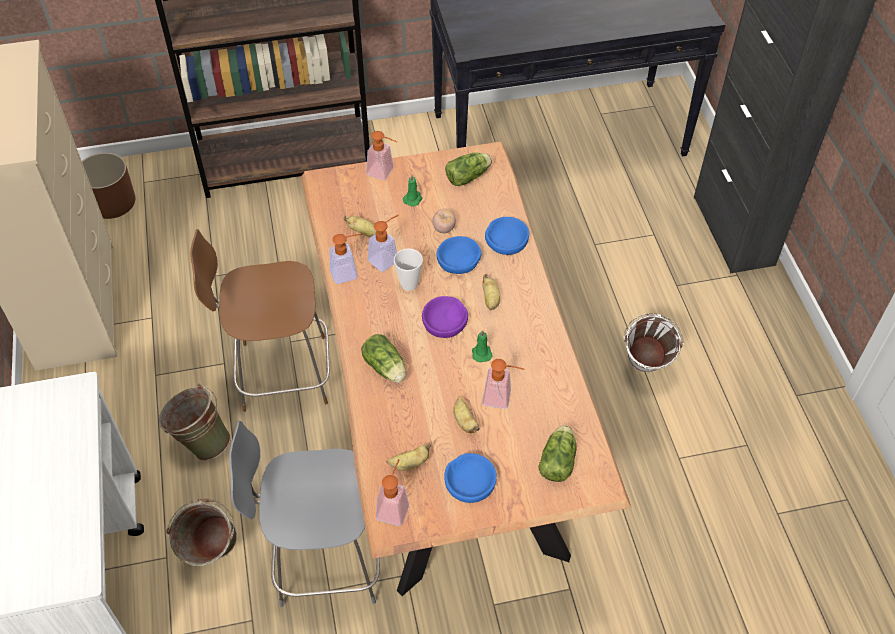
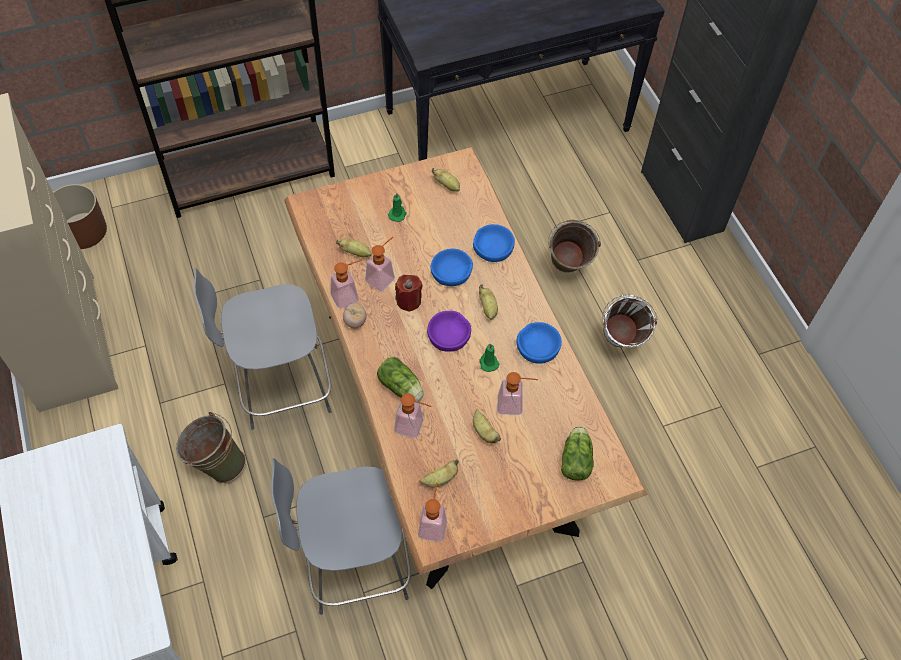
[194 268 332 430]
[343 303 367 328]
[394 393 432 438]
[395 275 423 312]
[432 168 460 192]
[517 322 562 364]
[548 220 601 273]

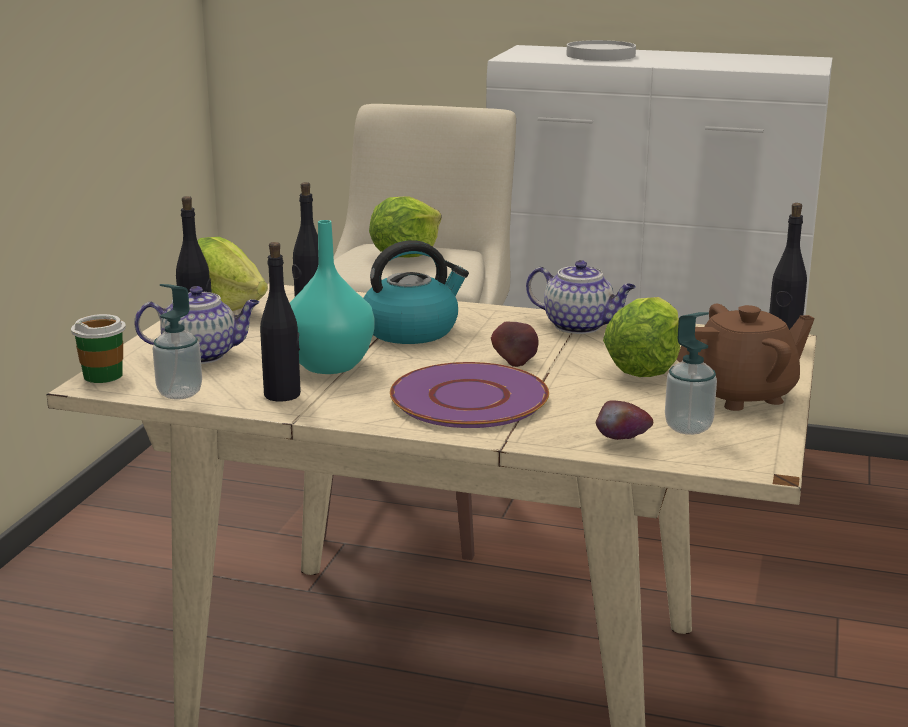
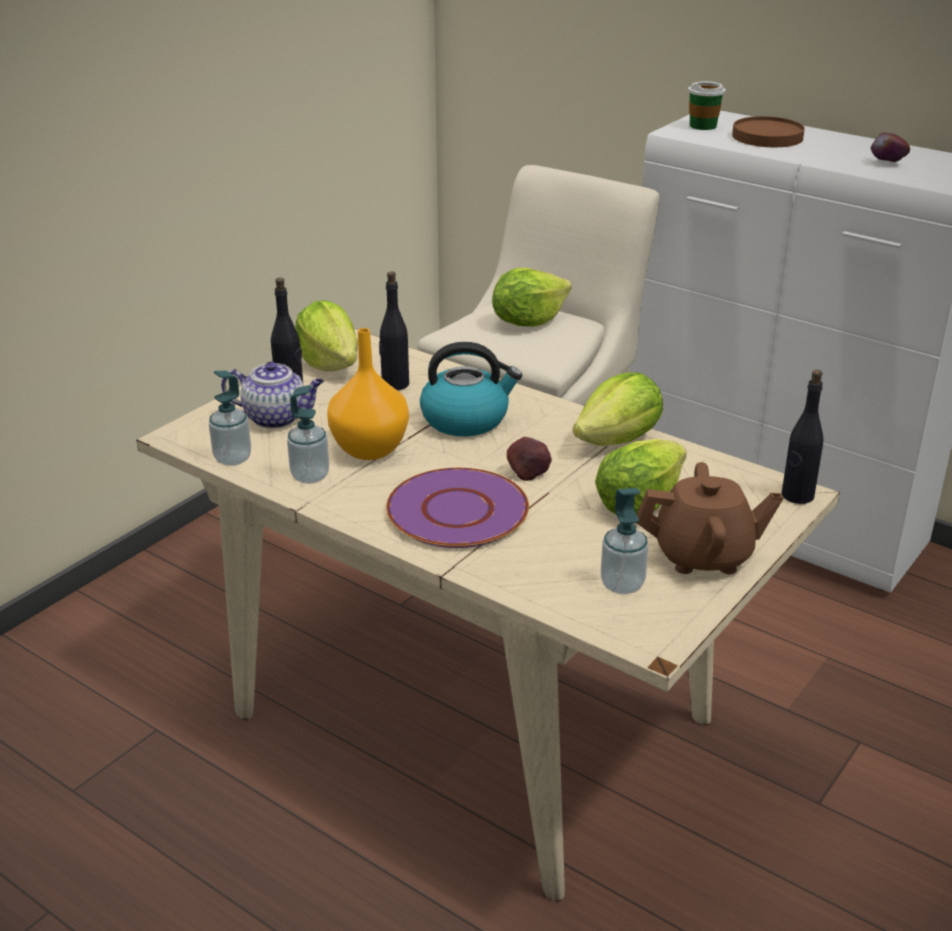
[287 385 329 484]
[327 328 409 460]
[573 373 663 446]
[688 81 726 130]
[732 116 805 147]
[871 133 910 162]

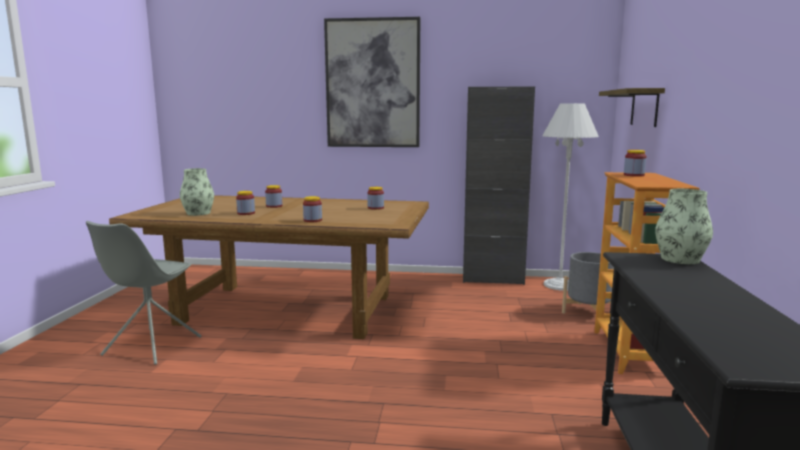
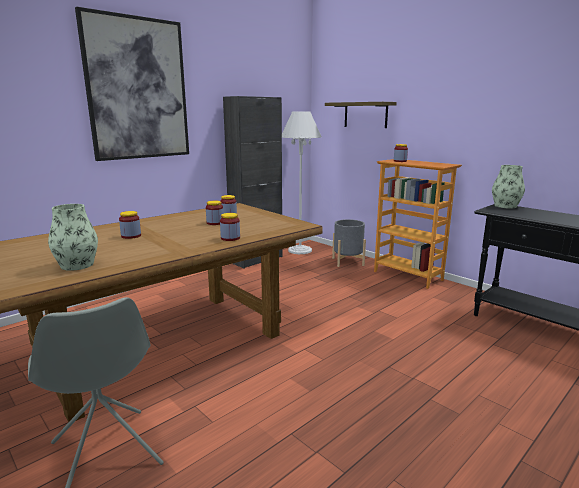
[206 200 223 225]

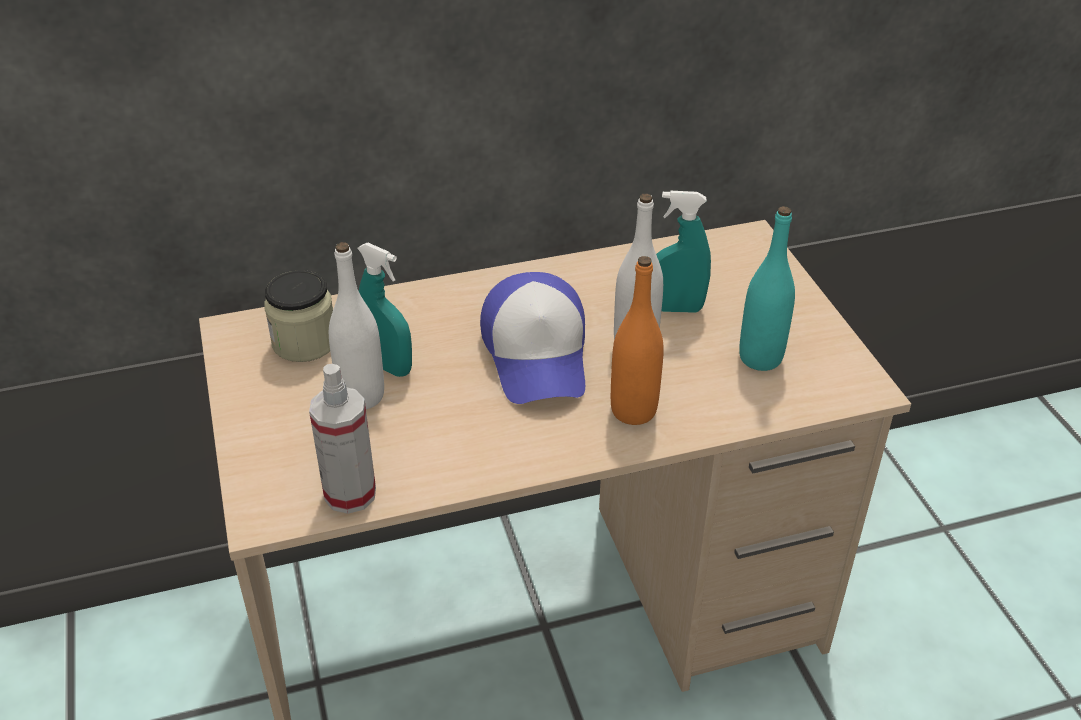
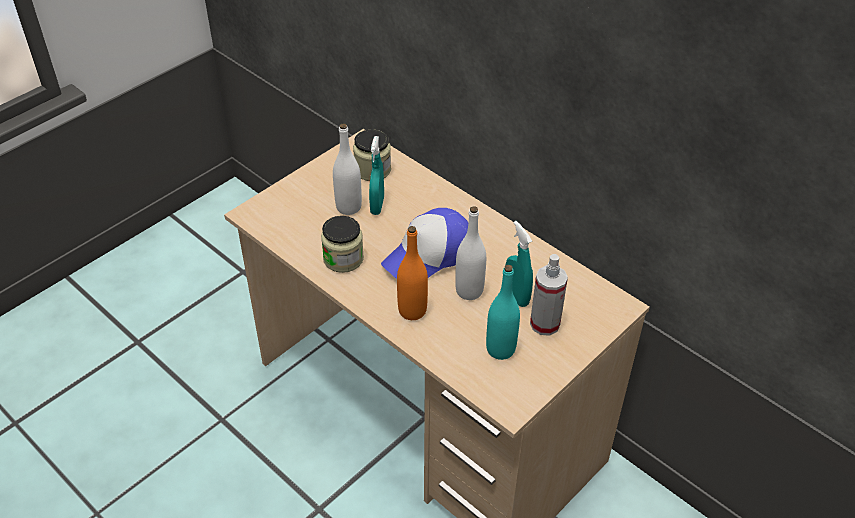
[321 216 364 273]
[530 254 568 336]

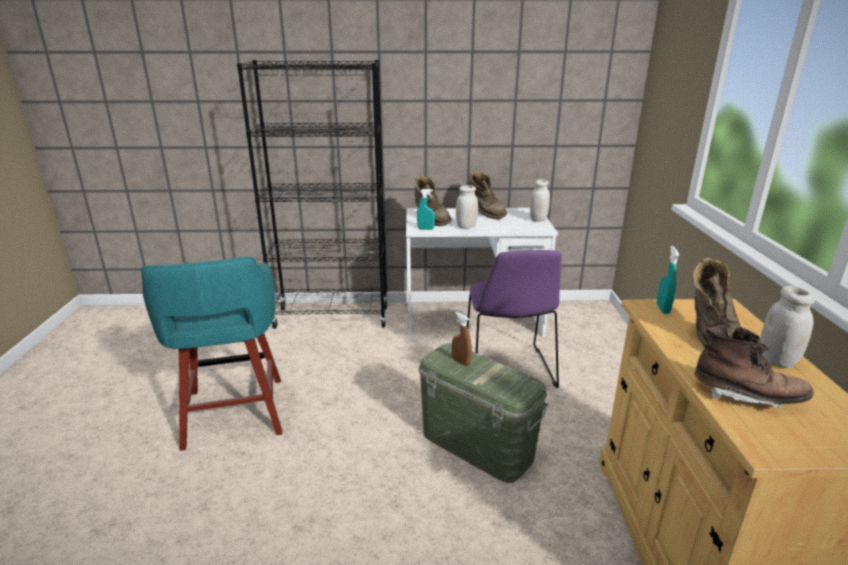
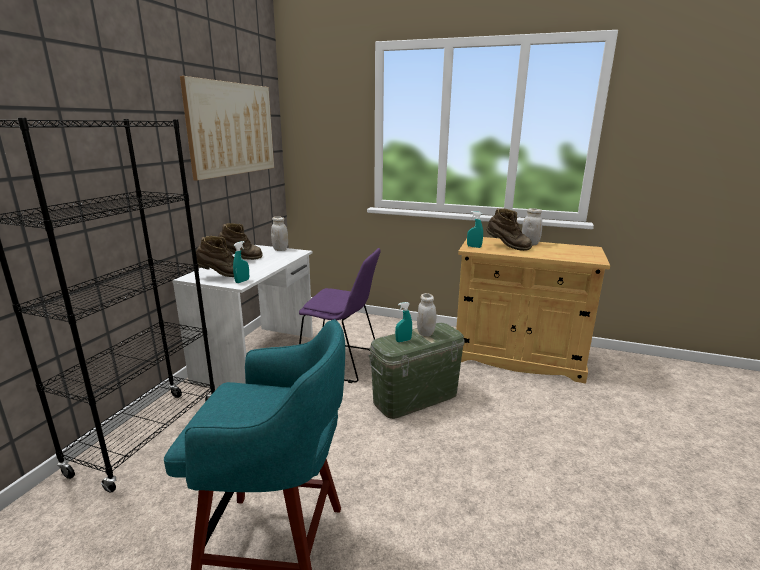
[180 76 274 181]
[395 302 412 342]
[417 293 436 336]
[694 325 814 409] (first image)

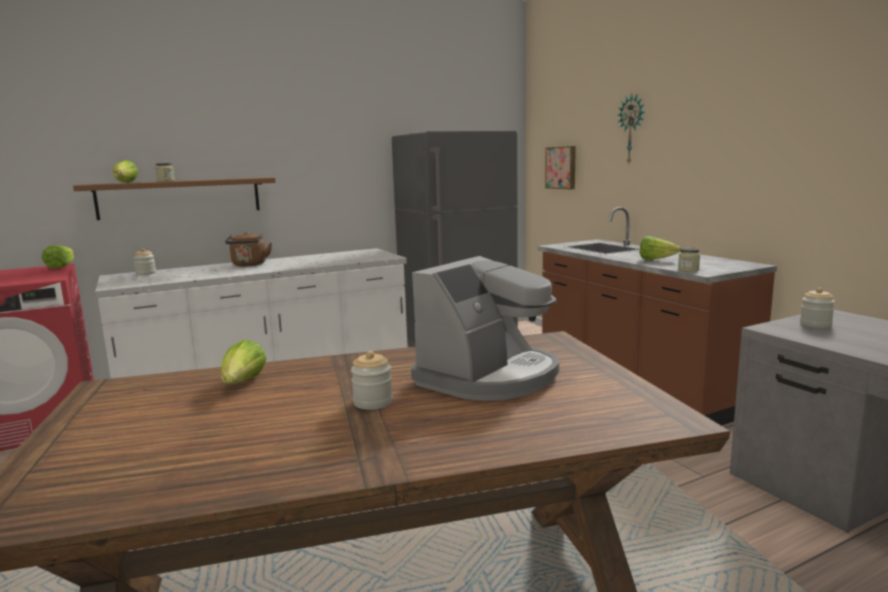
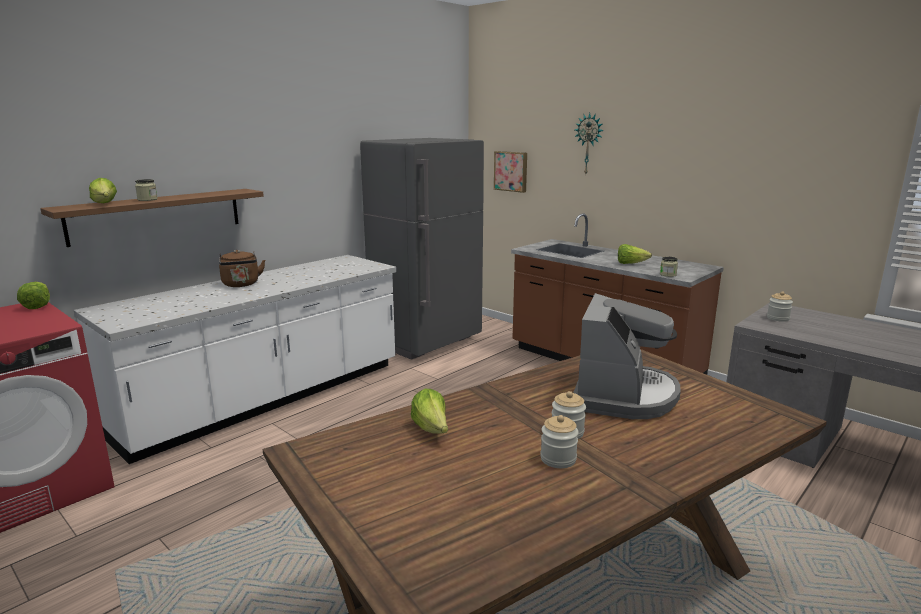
[540 415 579 468]

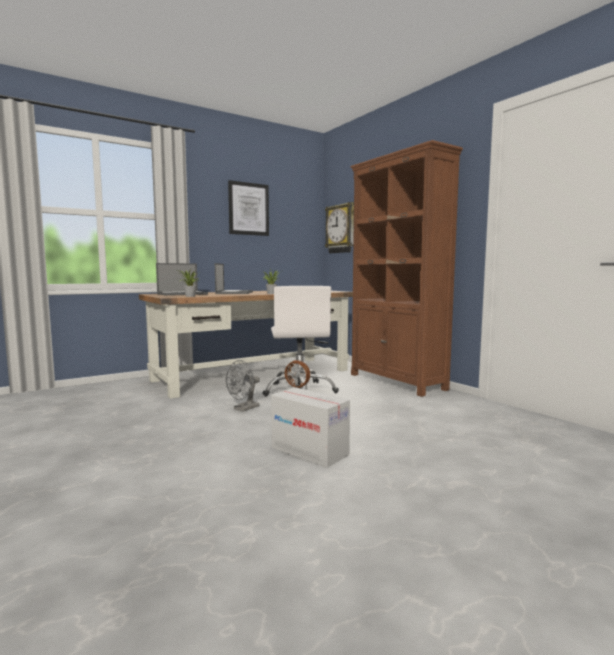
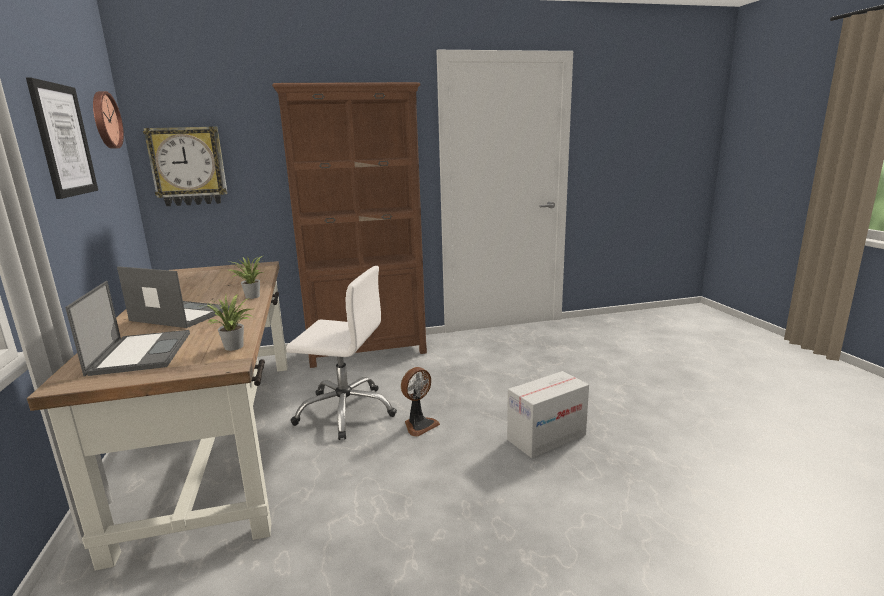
[93 91 124 149]
[226 360 260 412] (first image)

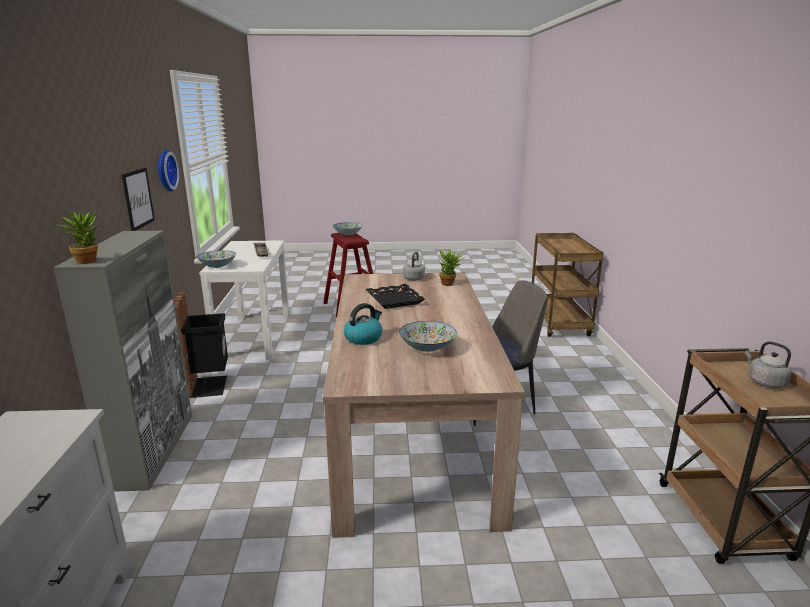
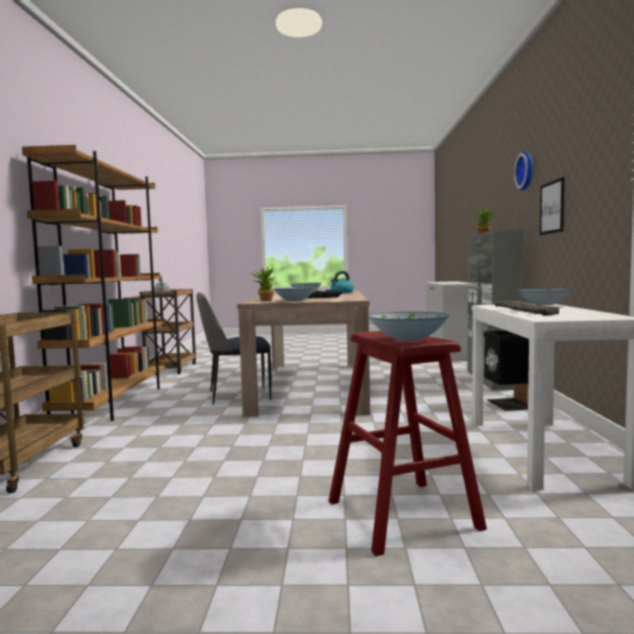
[22 145 165 421]
[274 287 316 302]
[514 151 534 190]

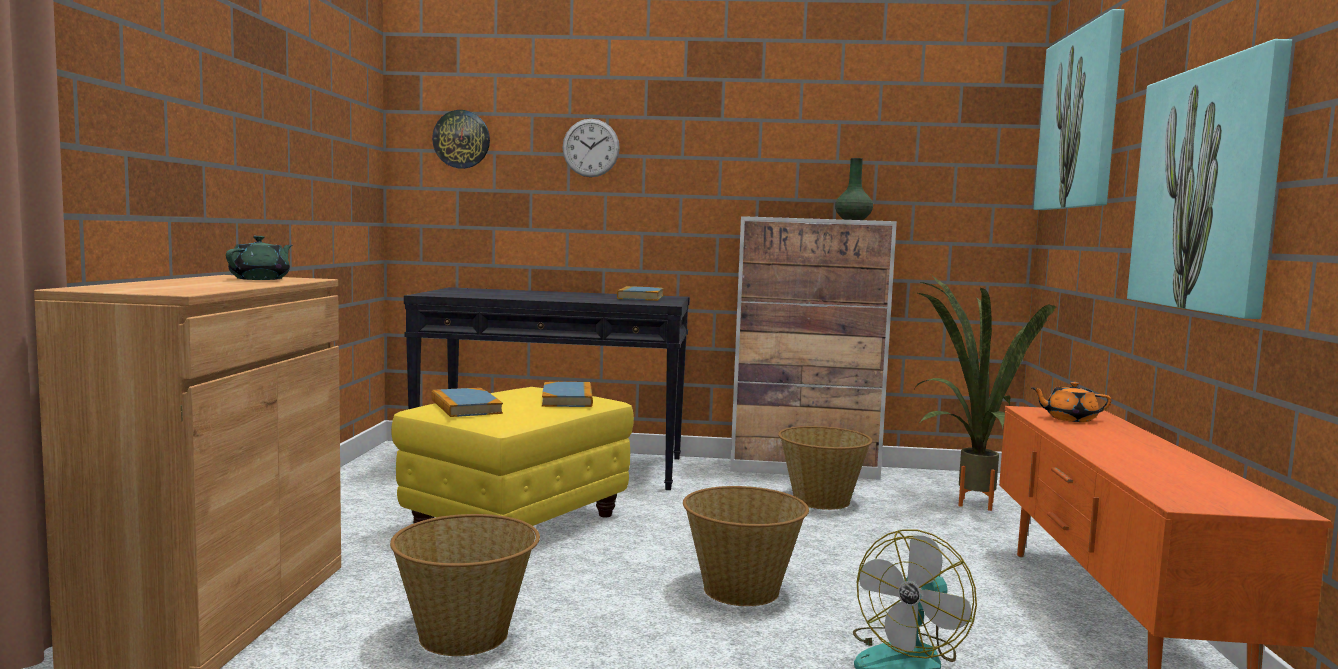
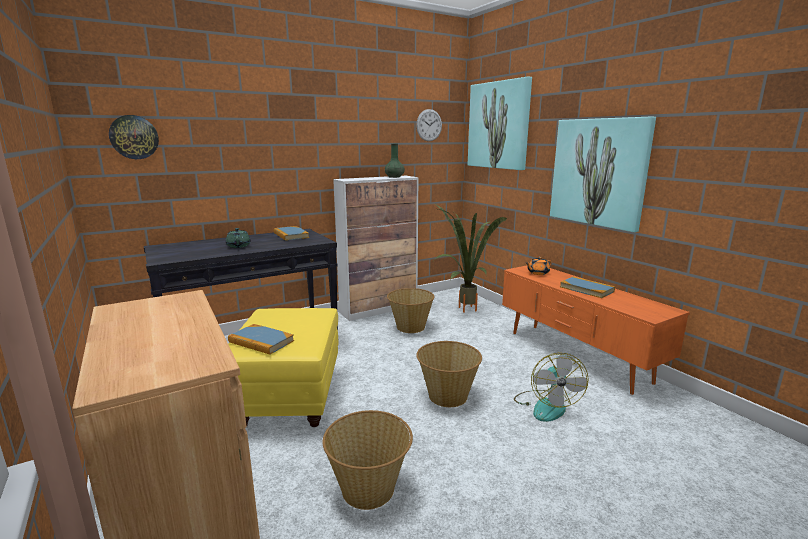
[226 228 251 248]
[416 109 442 141]
[560 276 615 298]

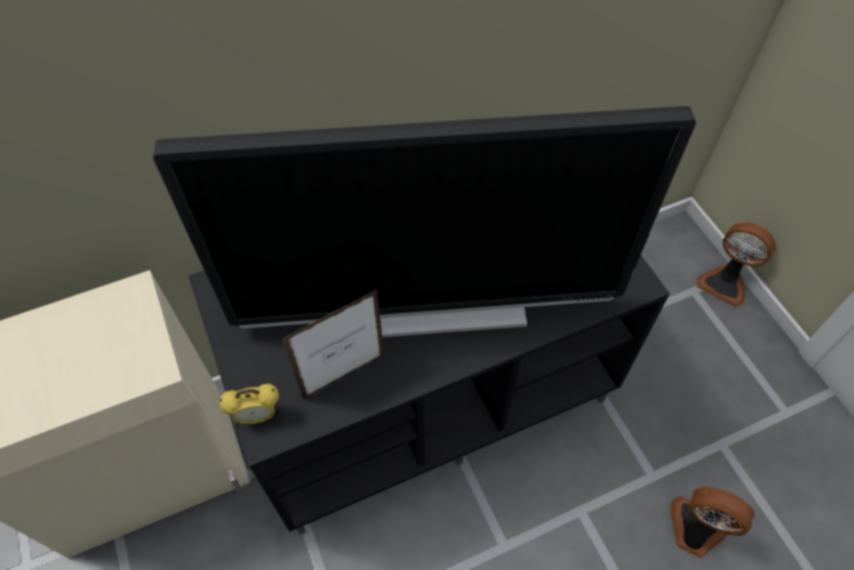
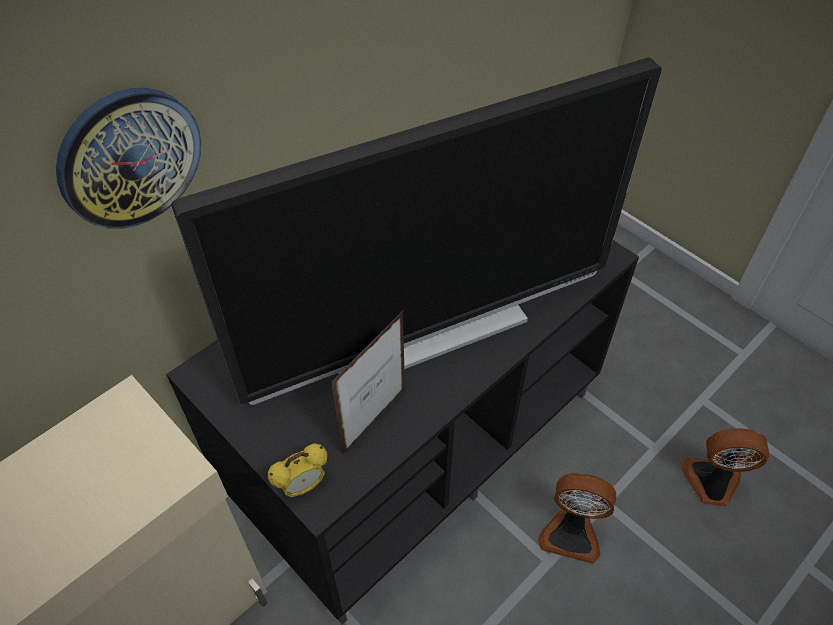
[56 88 201 229]
[538 473 616 564]

